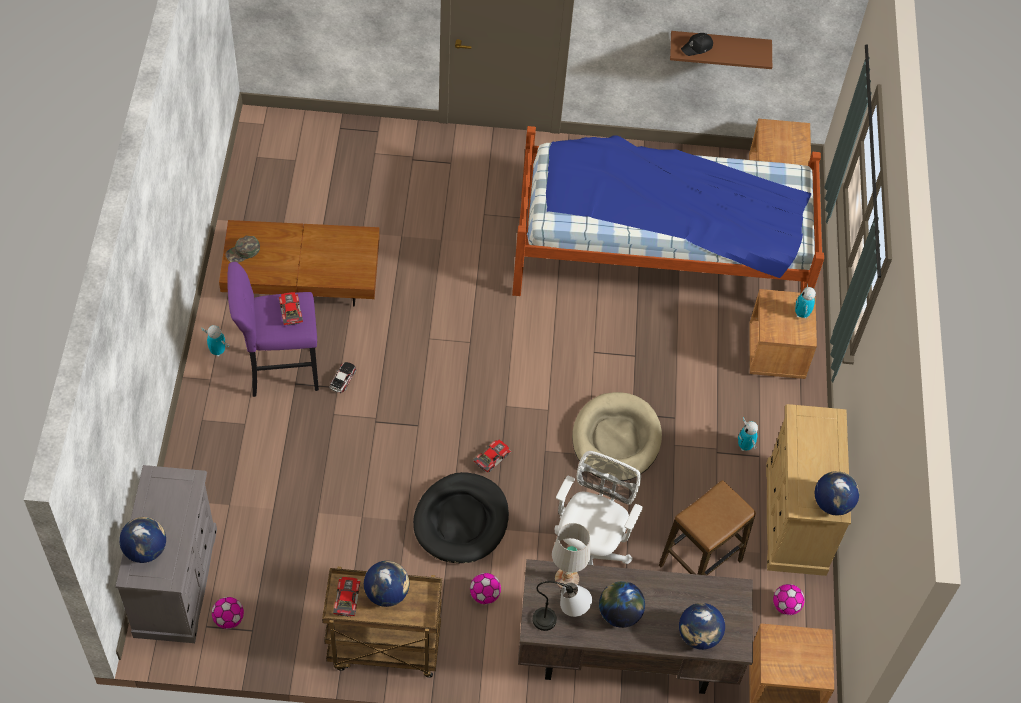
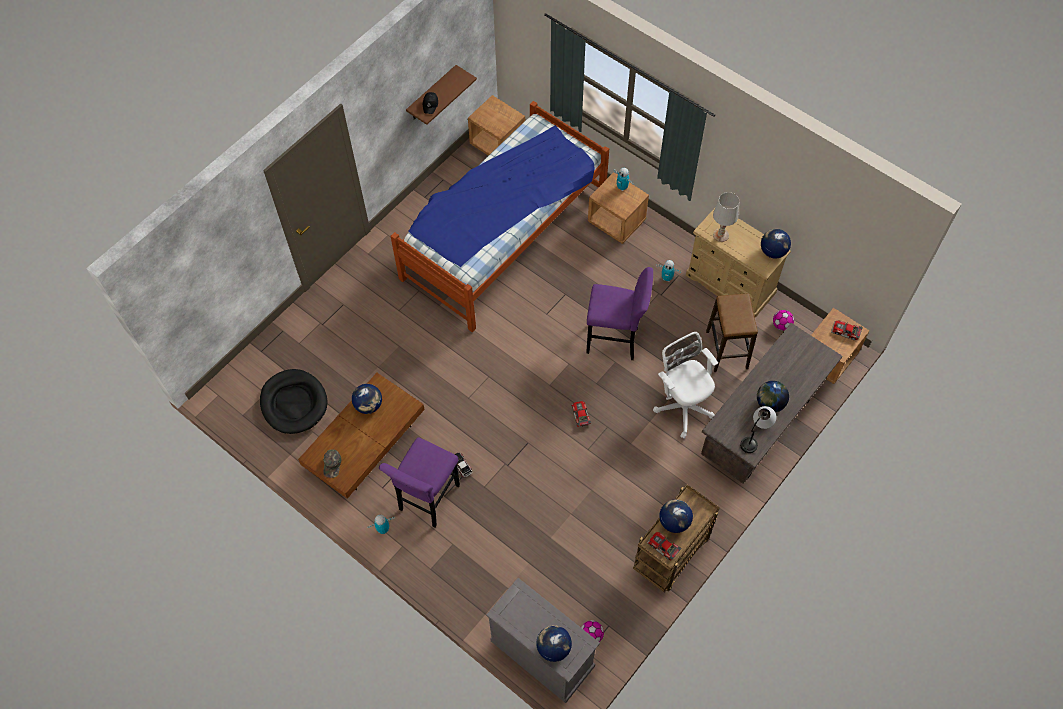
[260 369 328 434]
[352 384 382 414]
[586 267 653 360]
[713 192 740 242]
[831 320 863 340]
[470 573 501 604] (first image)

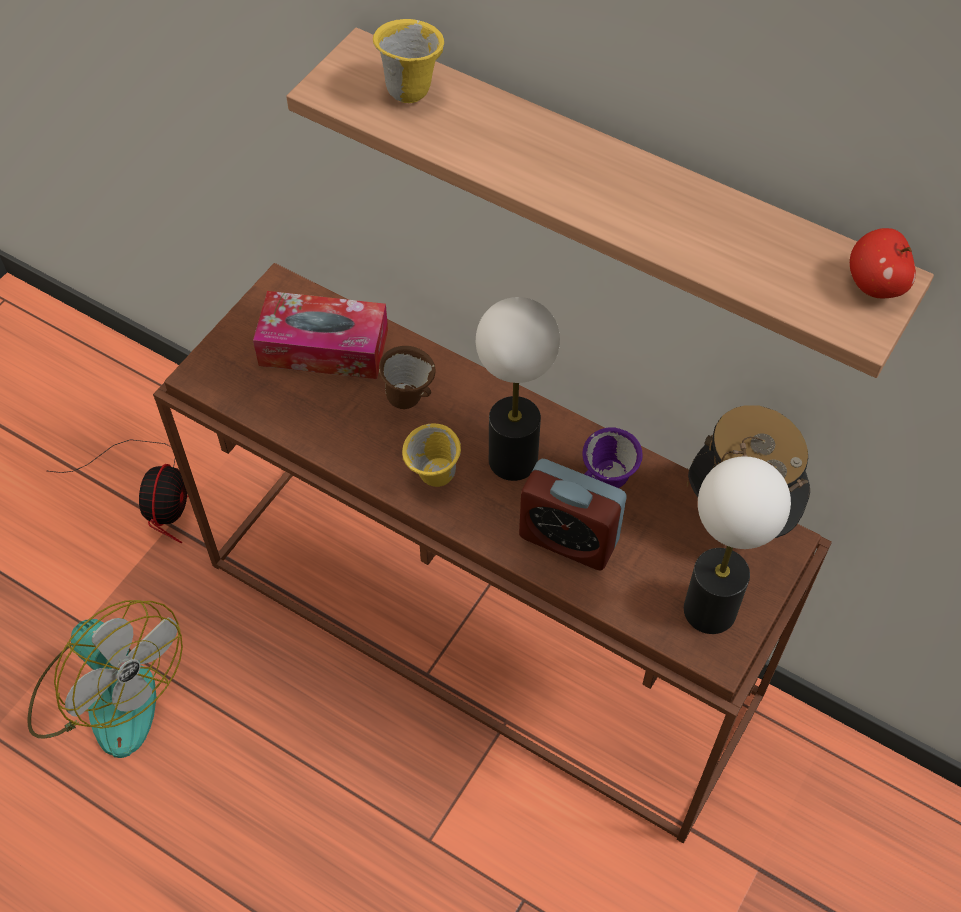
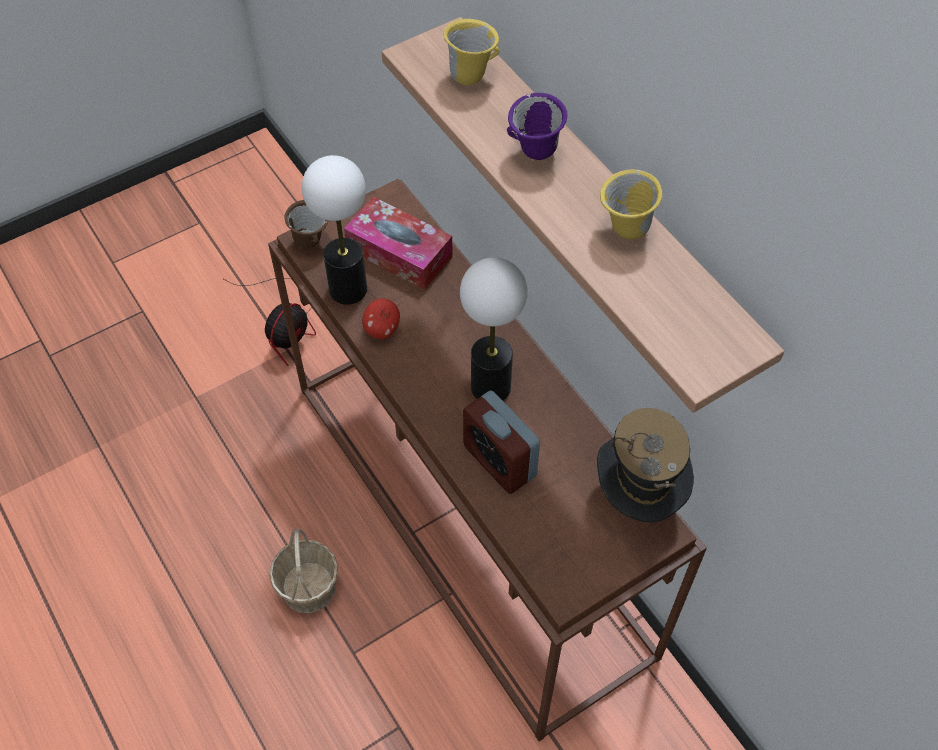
[269 529 338 613]
[284 200 329 249]
[302 155 367 305]
[362 299 400 339]
[507 93 567 160]
[600 170 662 239]
[28 600 183 758] (first image)

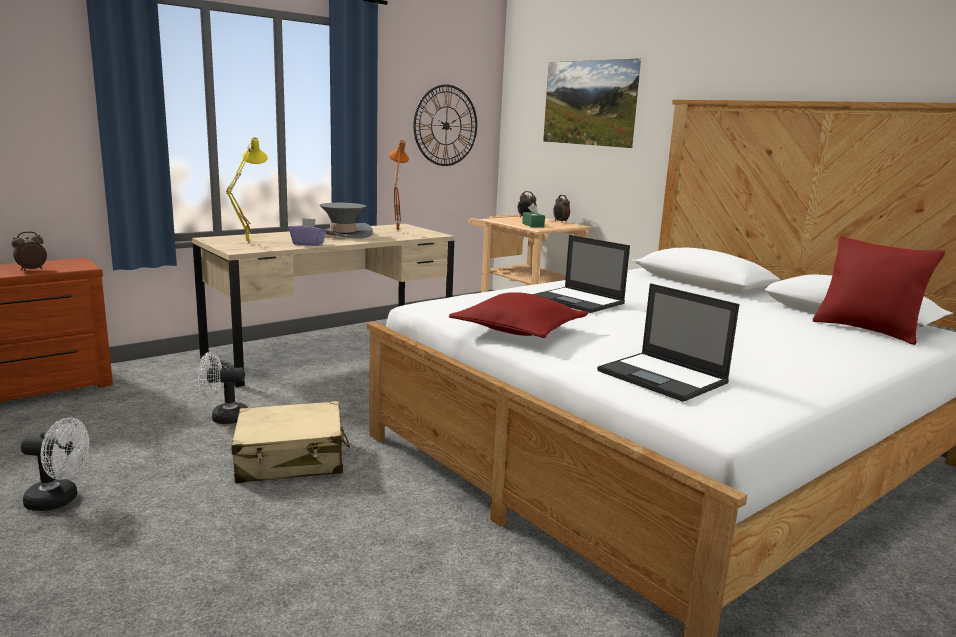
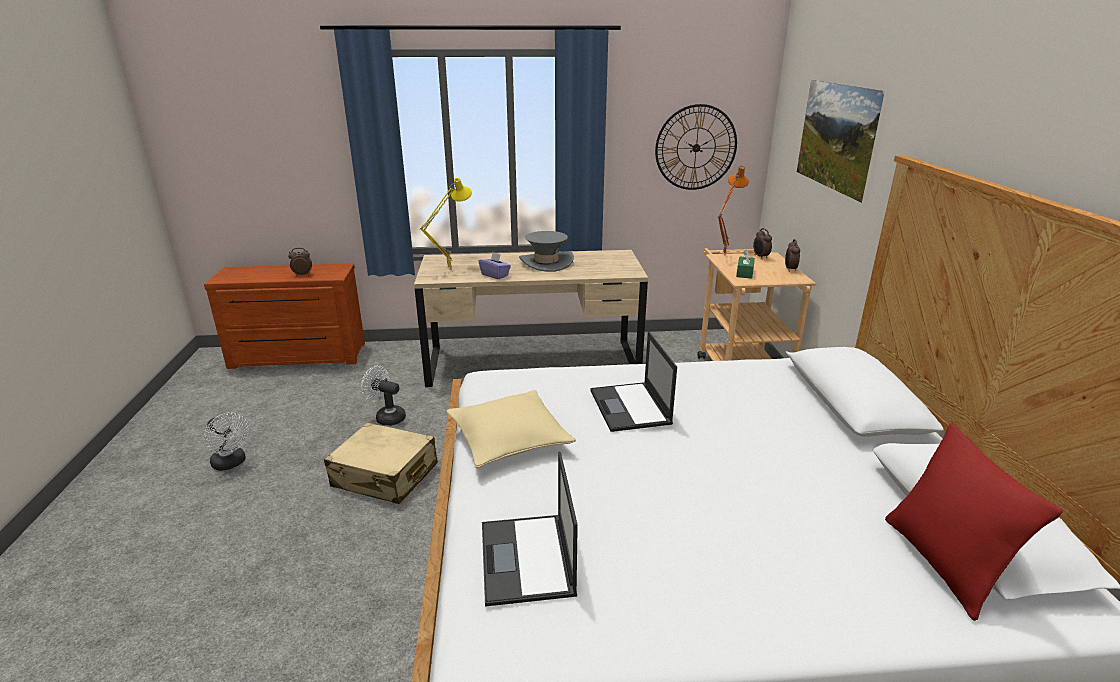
[446 390 576 468]
[717 165 749 253]

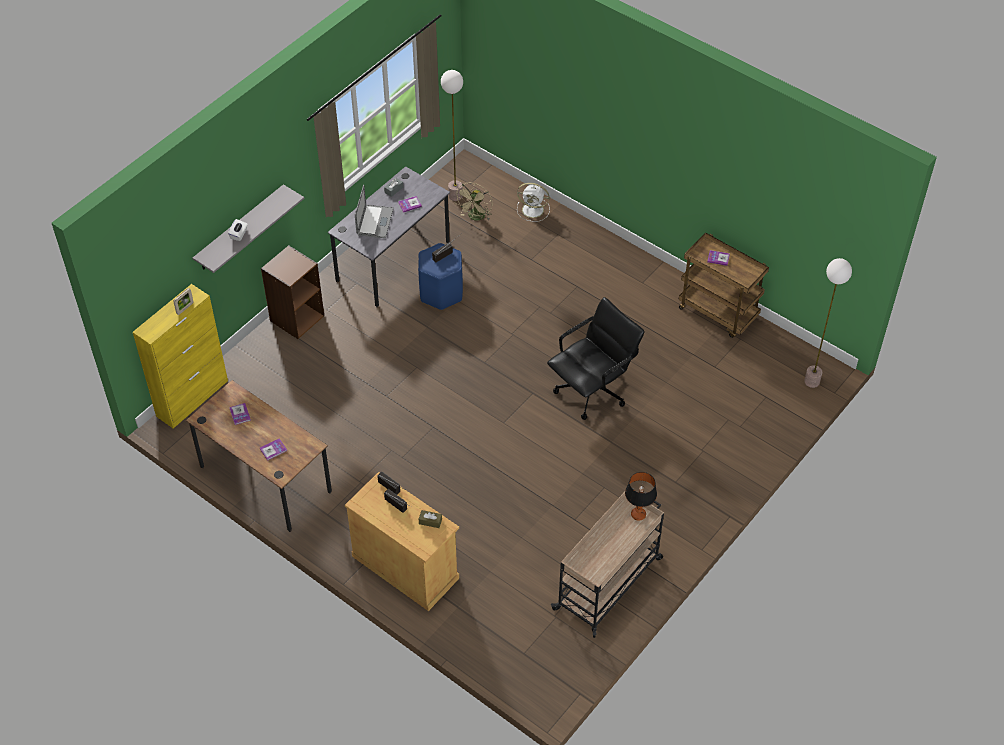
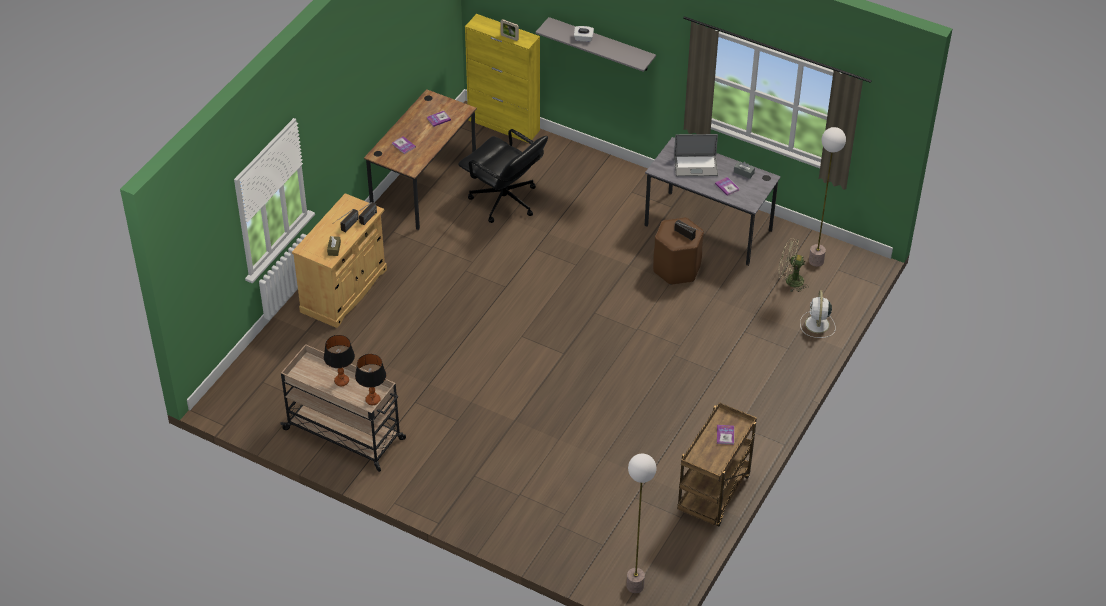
[324 335 355 386]
[458 129 548 223]
[653 217 704 285]
[261 245 324 339] (first image)

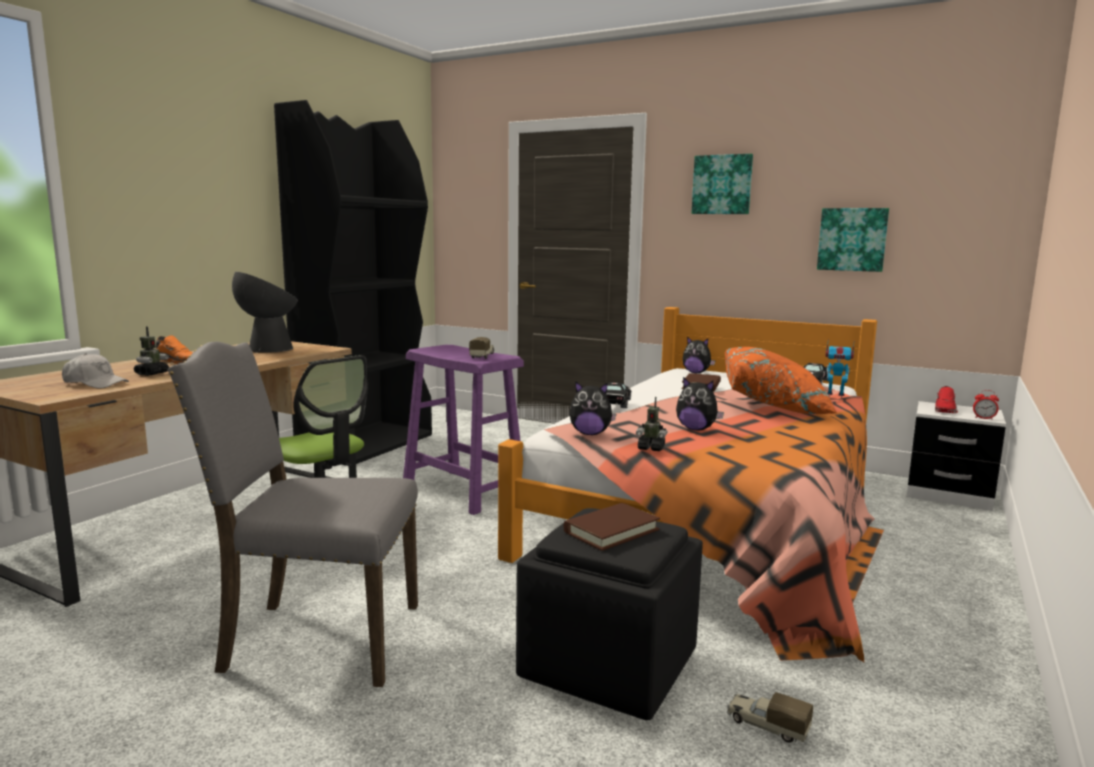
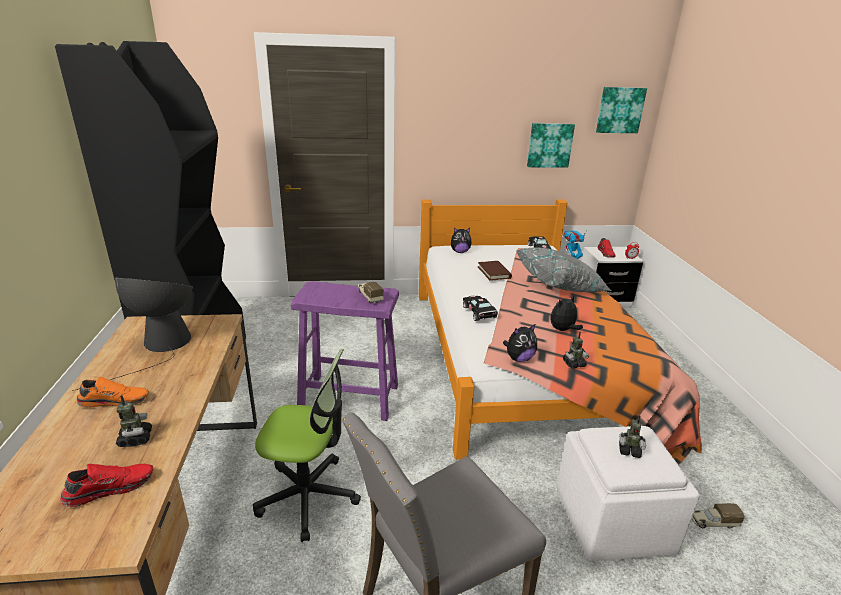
[60 464 153 507]
[517 247 611 292]
[550 295 583 331]
[556 426 700 561]
[596 87 647 133]
[619 415 646 458]

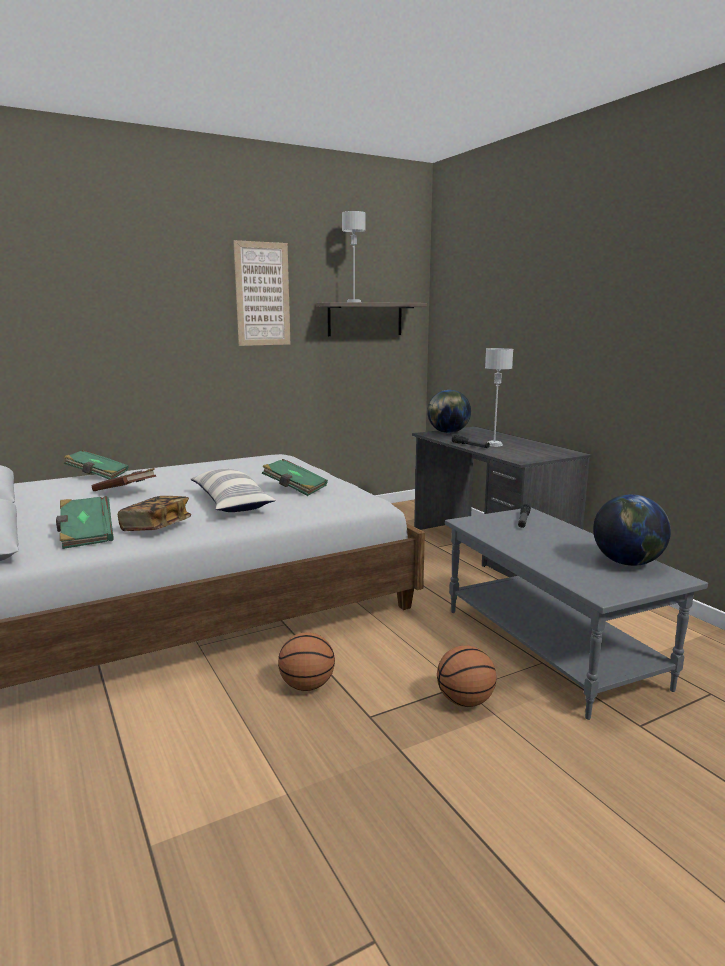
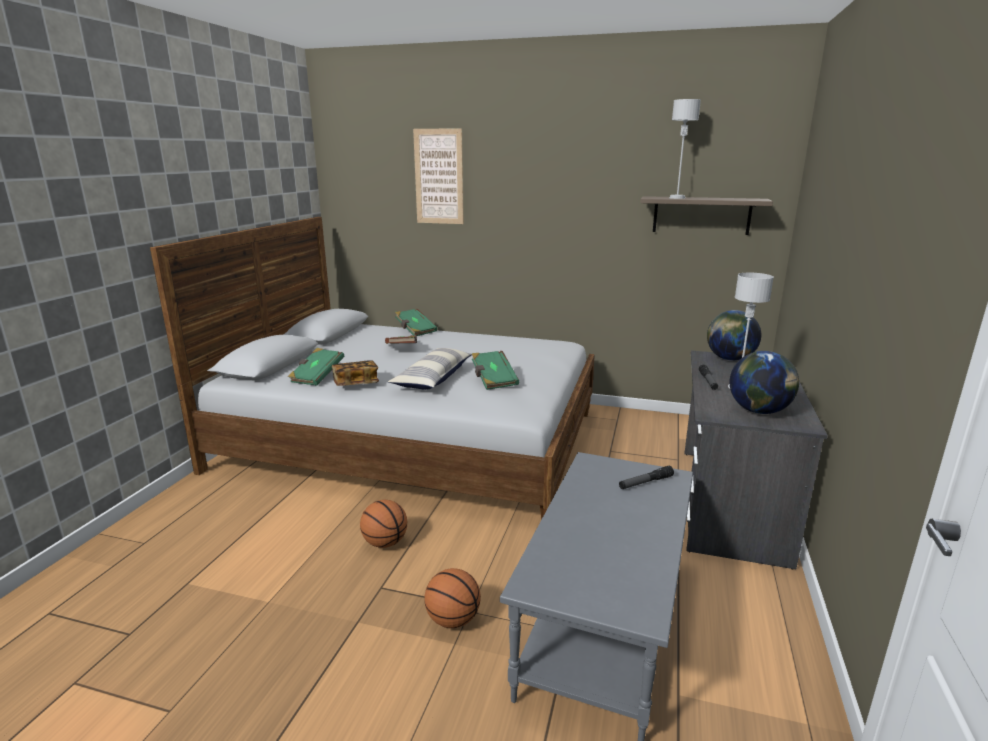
[413 128 464 224]
[730 351 799 414]

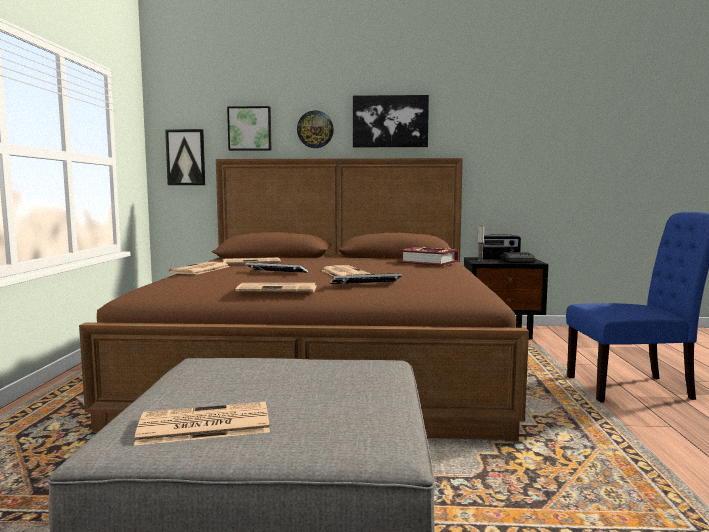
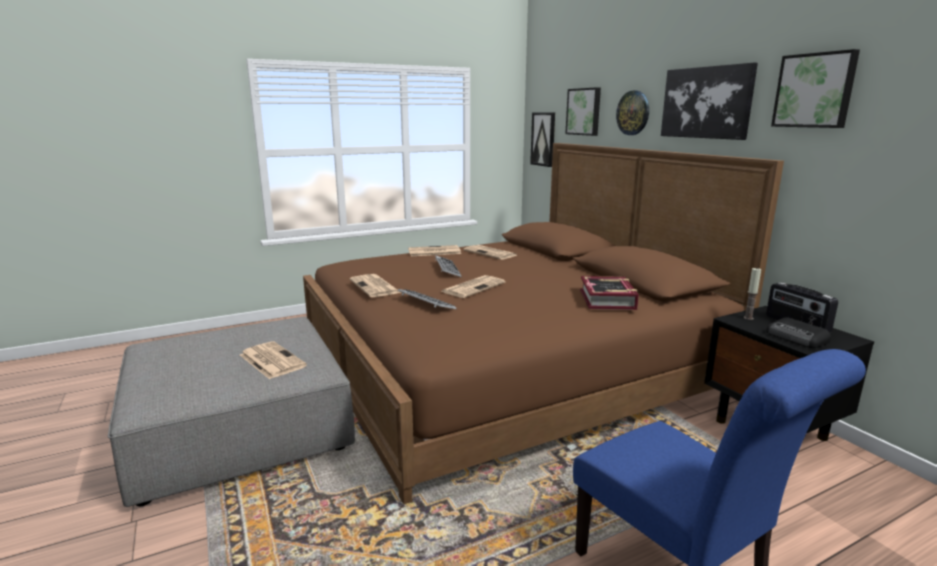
[240 341 307 379]
[771 49 860 128]

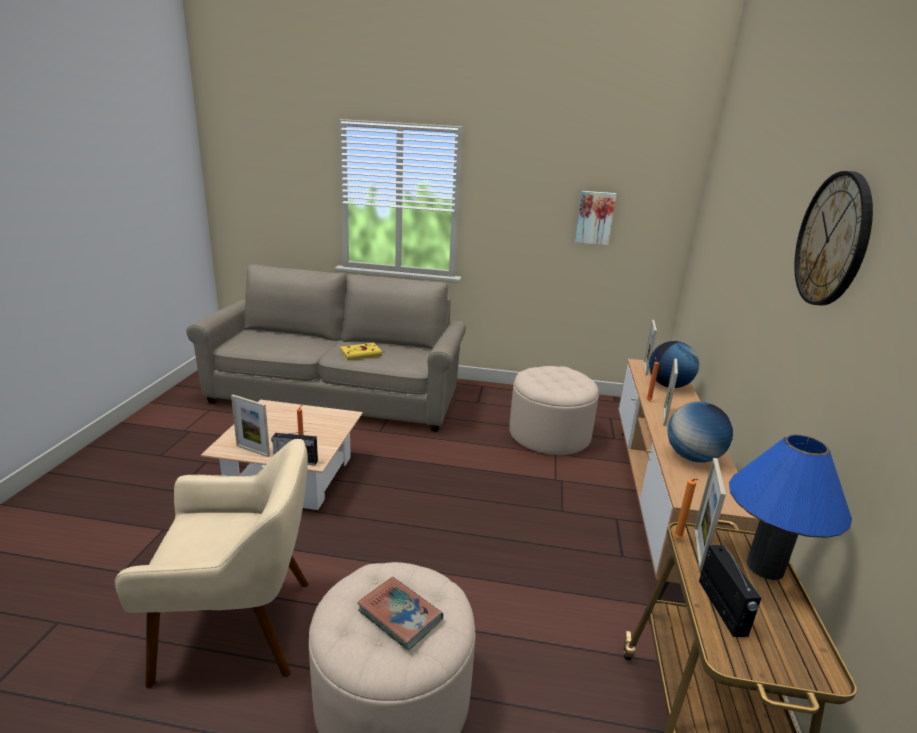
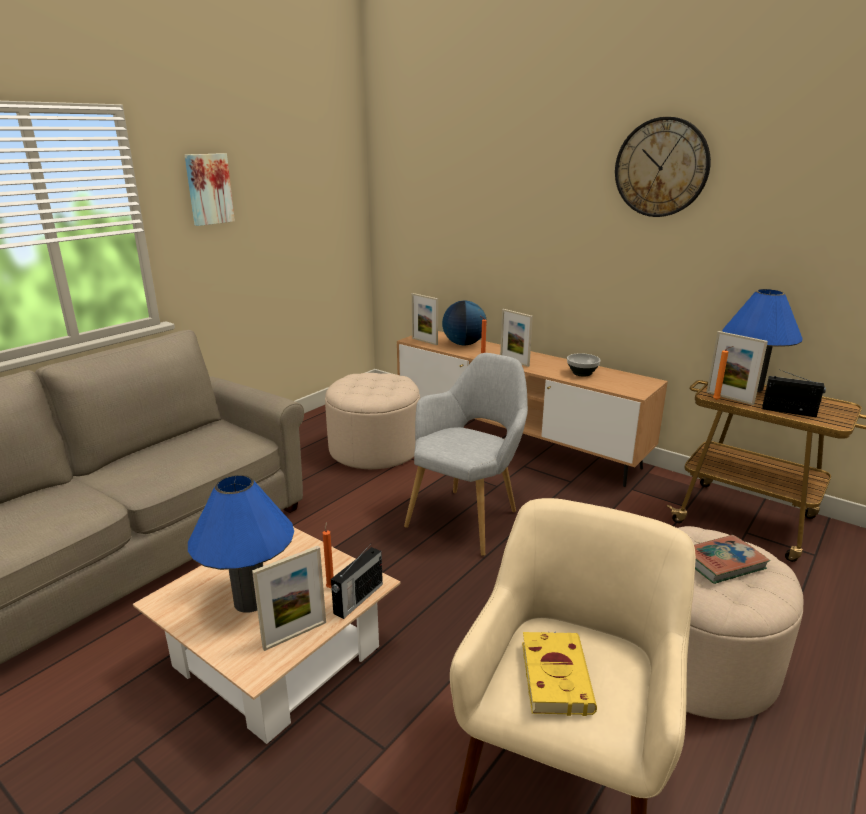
[185 153 235 226]
[188 475 294 613]
[404 353 528 556]
[522 632 597 716]
[567 353 601 377]

